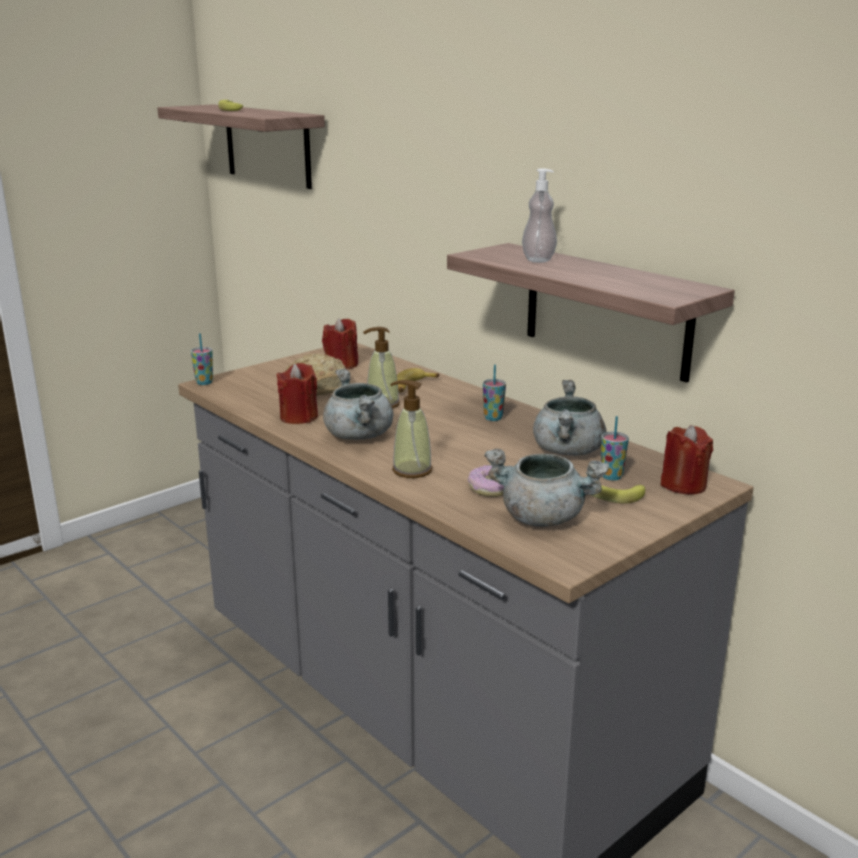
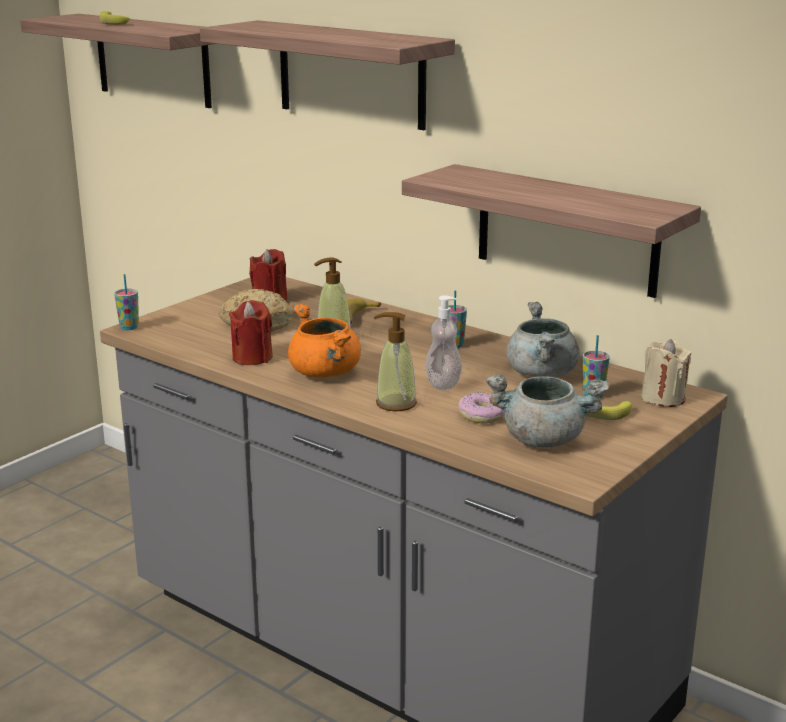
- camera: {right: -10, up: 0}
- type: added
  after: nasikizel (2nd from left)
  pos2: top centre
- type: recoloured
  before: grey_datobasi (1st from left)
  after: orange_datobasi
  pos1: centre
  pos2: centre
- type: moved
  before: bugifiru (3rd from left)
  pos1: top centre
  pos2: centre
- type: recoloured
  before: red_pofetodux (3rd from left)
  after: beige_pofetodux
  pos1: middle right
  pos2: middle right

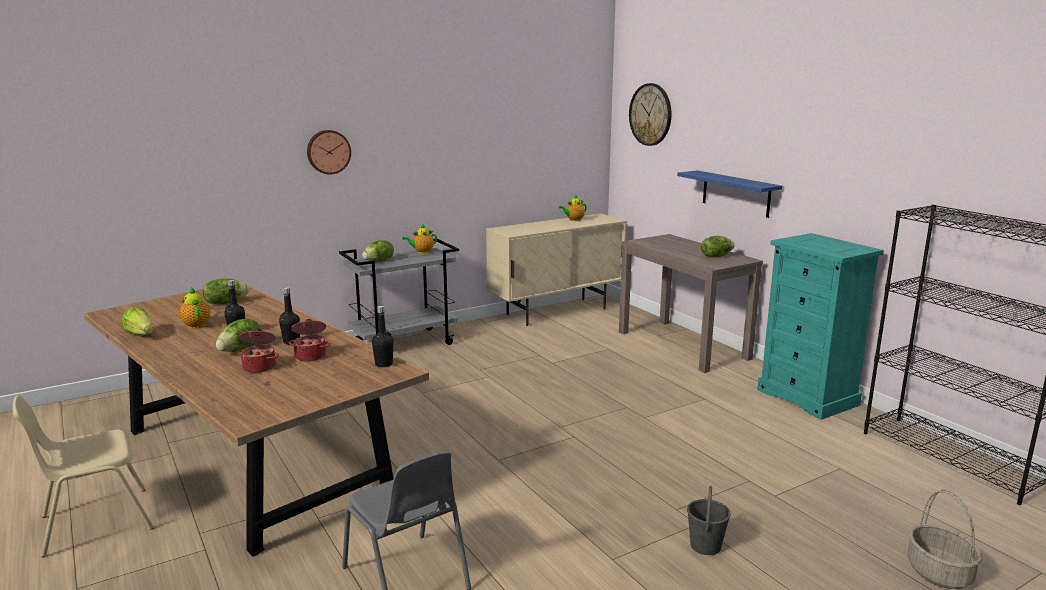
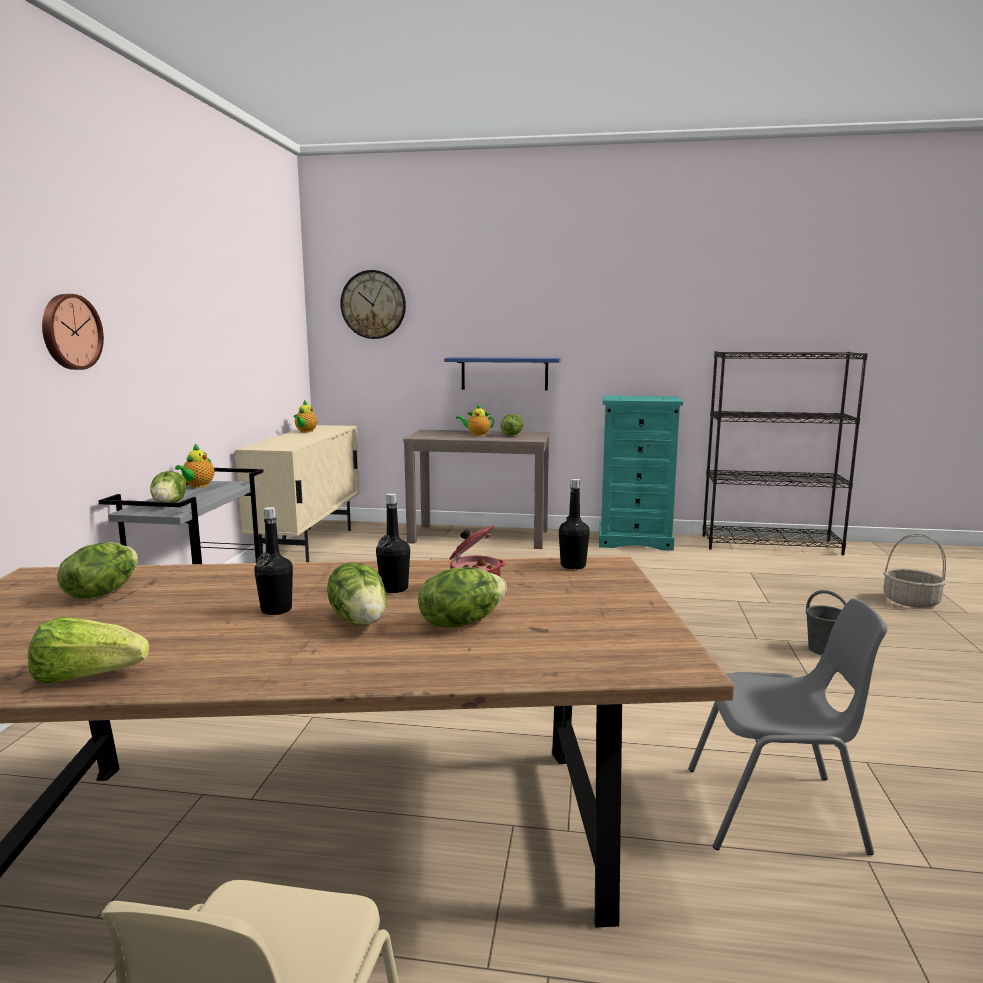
- camera: {right: -50, up: -5}
- type: replaced
  before: datobasi (1st from left)
  after: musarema (5th from left)
  pos1: middle left
  pos2: centre
- type: moved
  before: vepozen (1st from left in the first image)
  after: vepozen (3rd from left)
  pos1: middle left
  pos2: centre

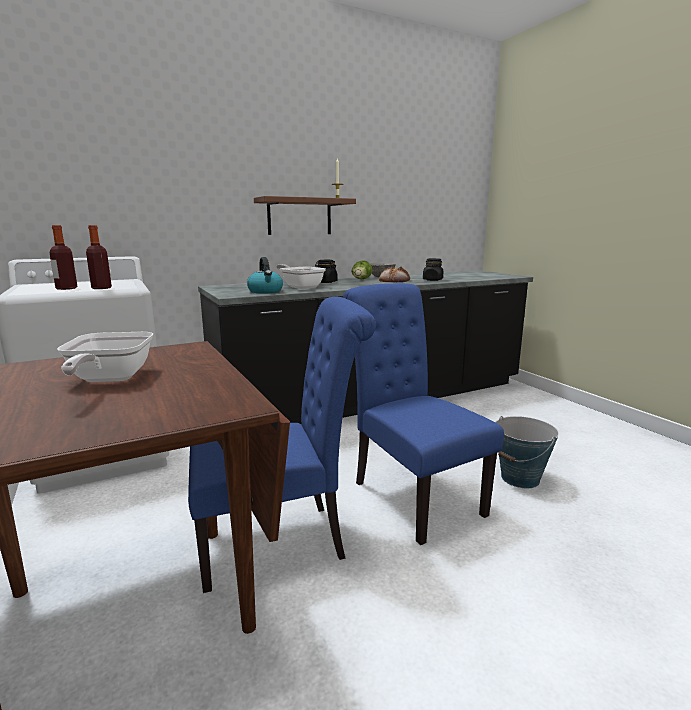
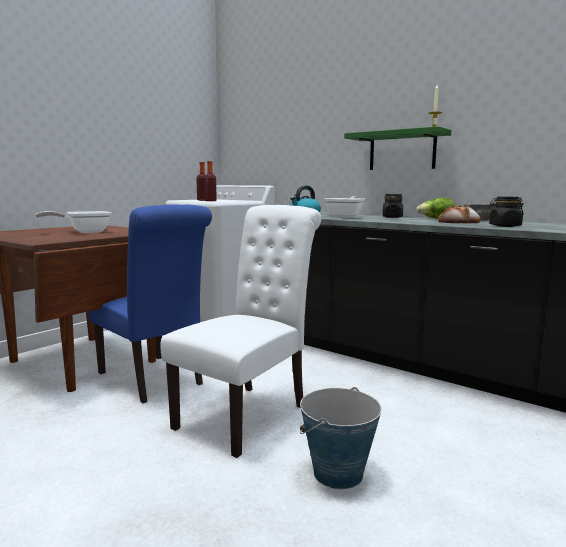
- camera: {right: 65, up: -5}
- type: recoloured
  before: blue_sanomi (2nd from left)
  after: white_sanomi
  pos1: centre
  pos2: centre
- type: recoloured
  before: brown_nasikizel
  after: green_nasikizel
  pos1: top centre
  pos2: top right

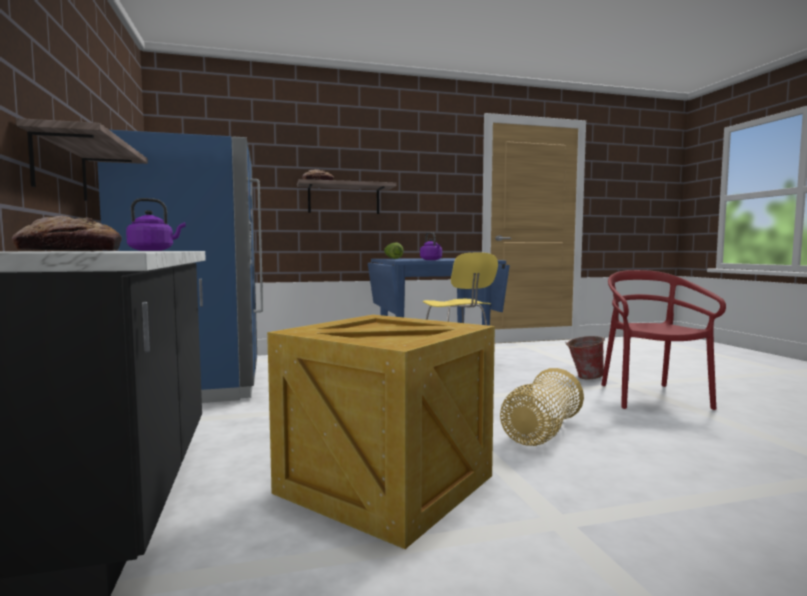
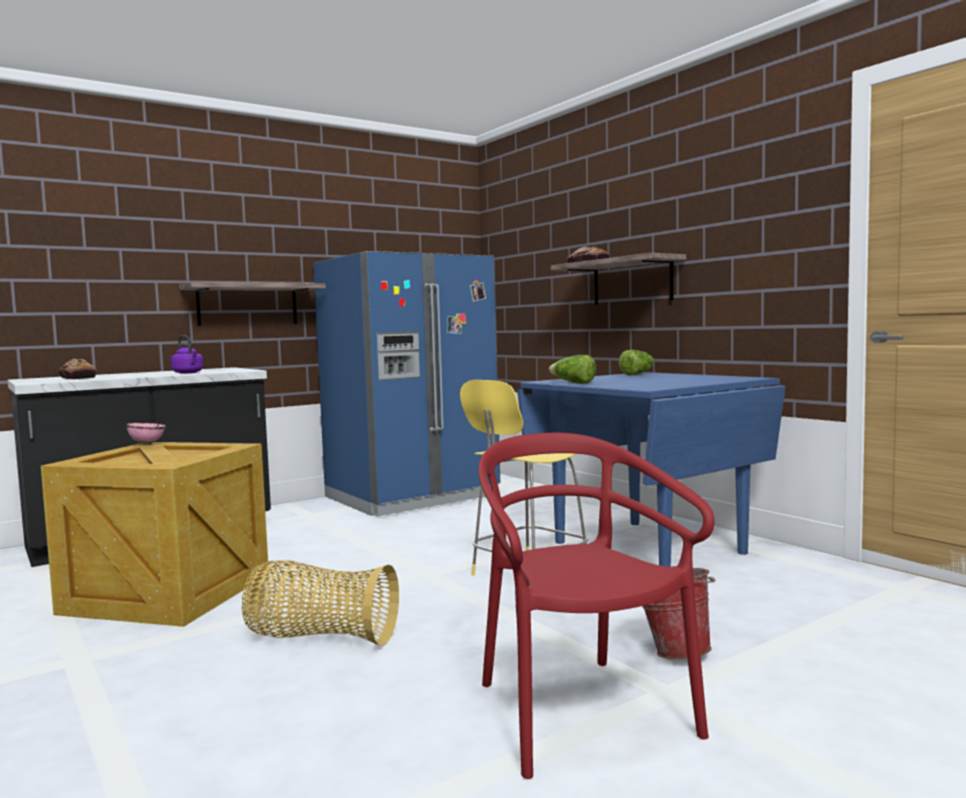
- camera: {right: 70, up: 0}
- type: added
  after: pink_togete
  pos2: middle left
- type: turned
  before: red_sanomi
  pos1: middle right
  pos2: bottom centre
  turn: -90
- type: replaced
  before: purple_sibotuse (2nd from left)
  after: musarema (1st from left)
  pos1: centre
  pos2: centre

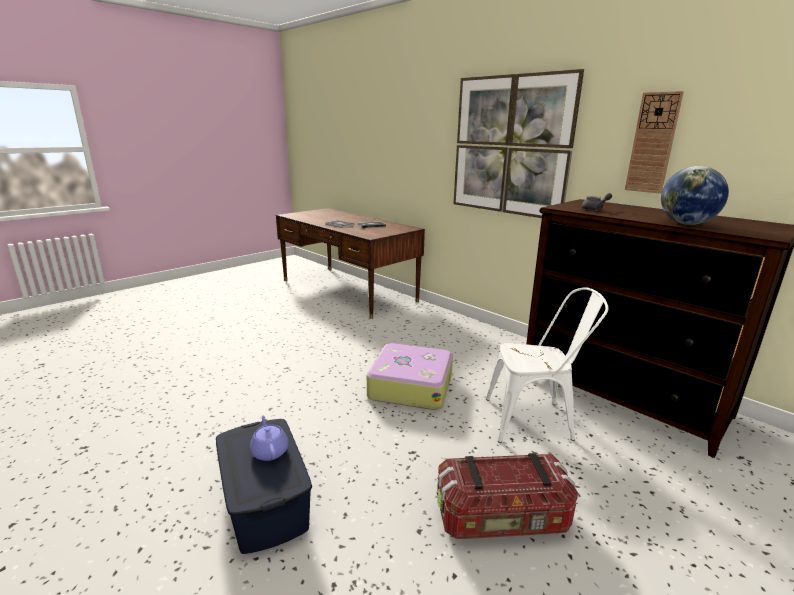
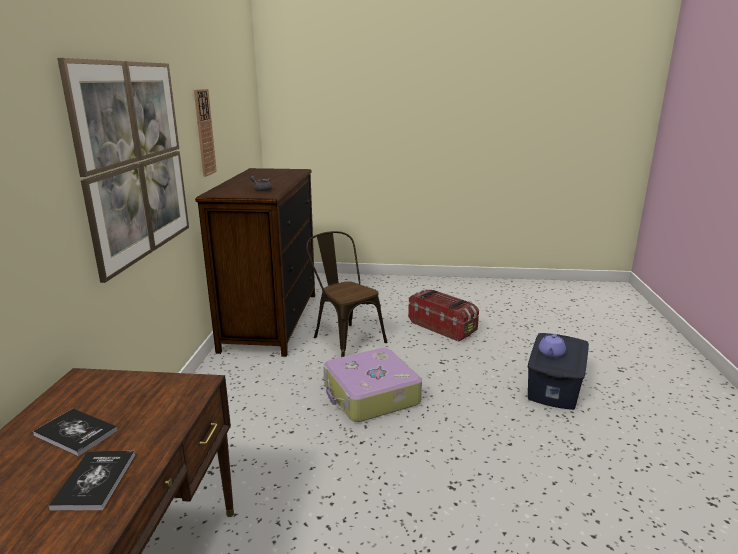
- camera: {right: -130, up: 0}
- type: recoloured
  before: white_sanomi
  after: brown_sanomi
  pos1: middle right
  pos2: centre
- type: removed
  before: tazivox
  pos1: top right

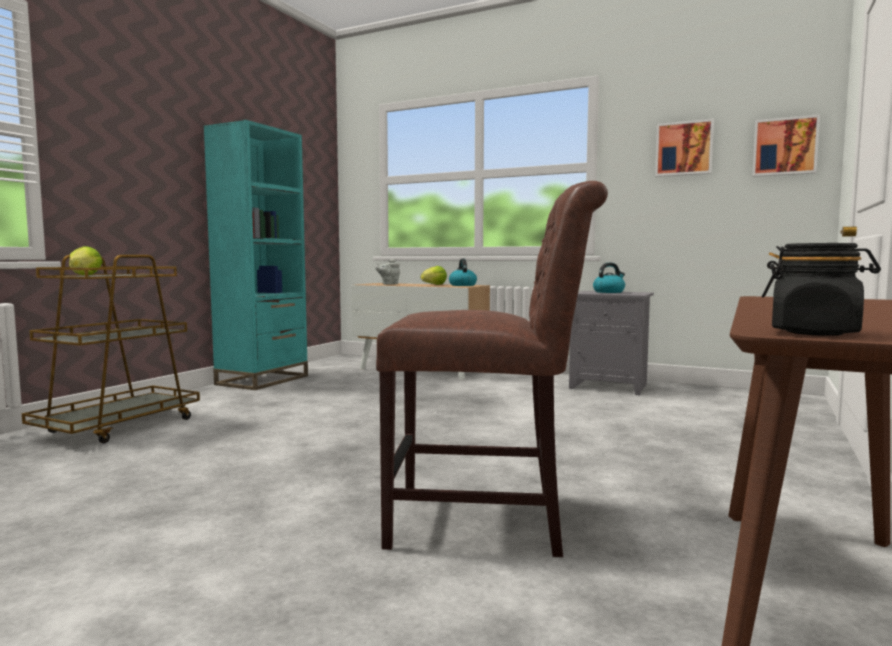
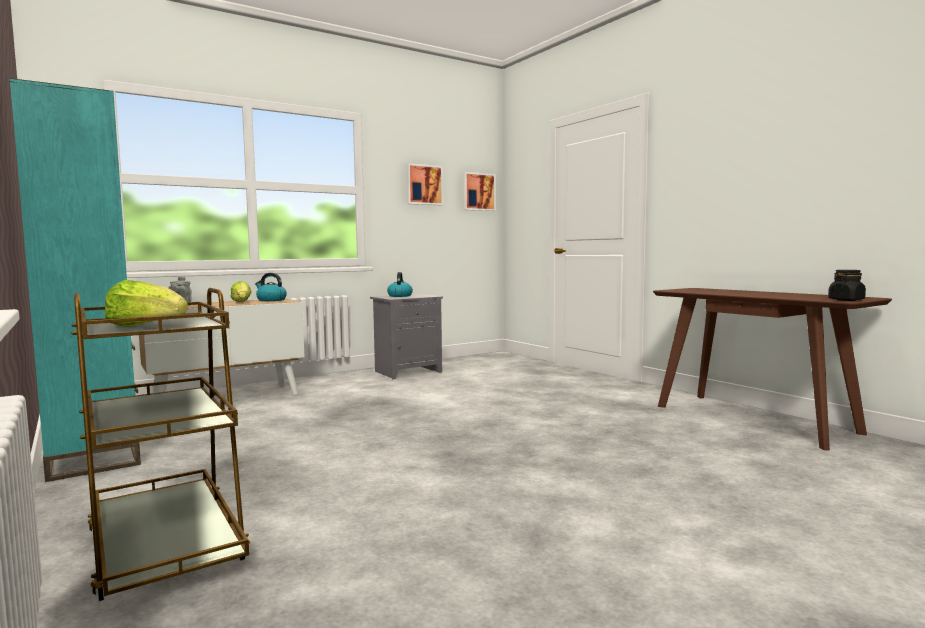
- camera: {right: -60, up: 0}
- type: removed
  before: brown_sanomi
  pos1: centre

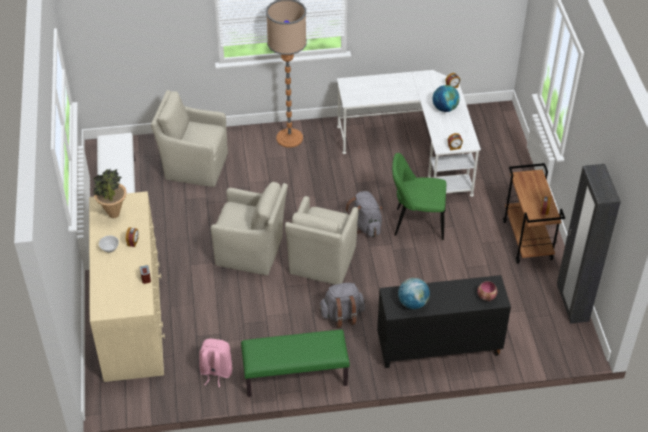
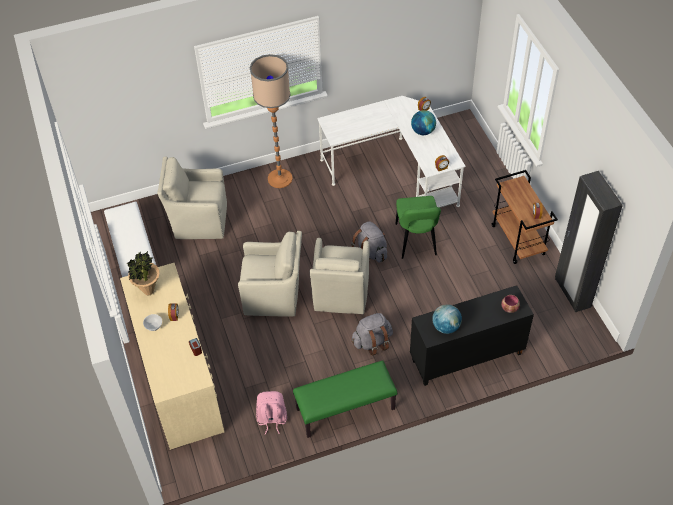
- camera: {right: -10, up: 5}
- type: turned
  before: green_sanomi
  pos1: centre
  pos2: centre
  turn: -90

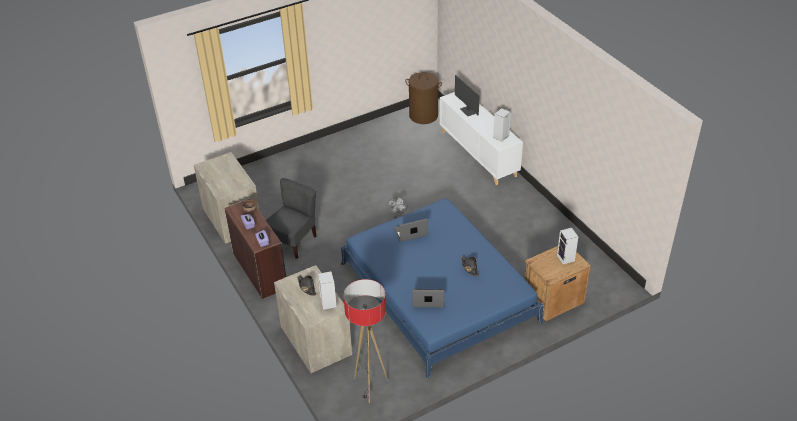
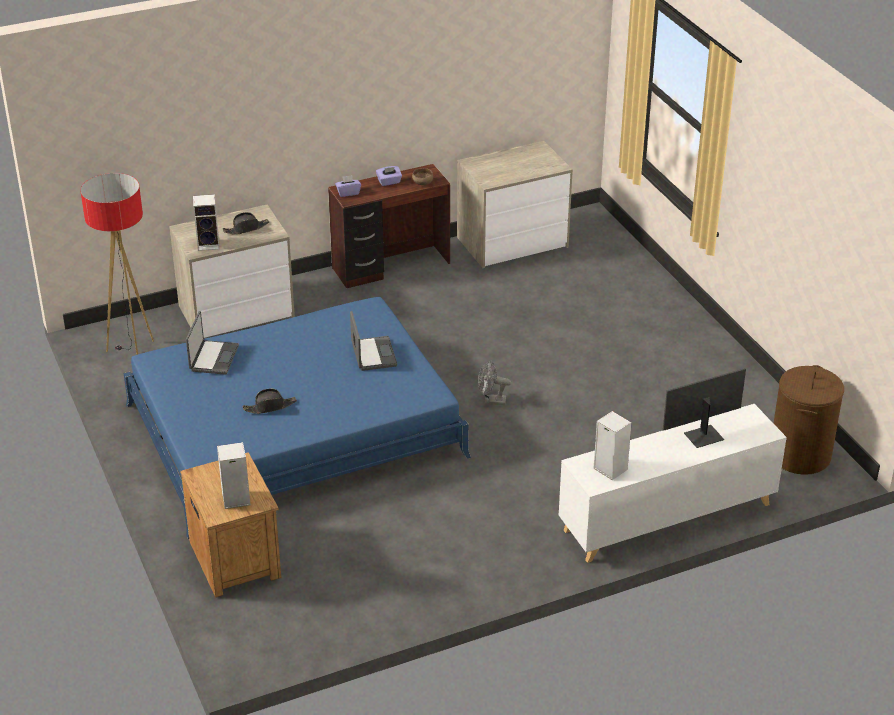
- camera: {right: 95, up: -5}
- type: removed
  before: grey_sanomi
  pos1: centre

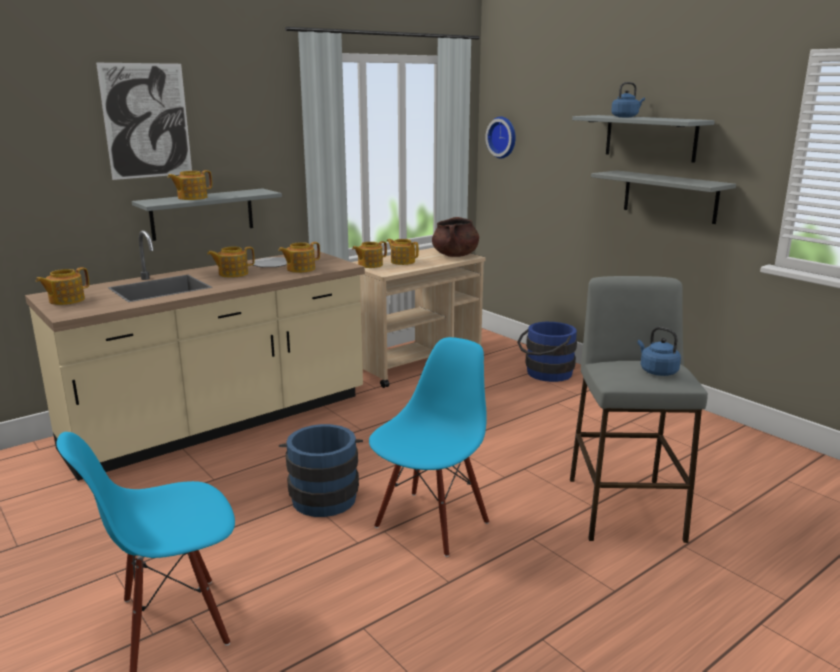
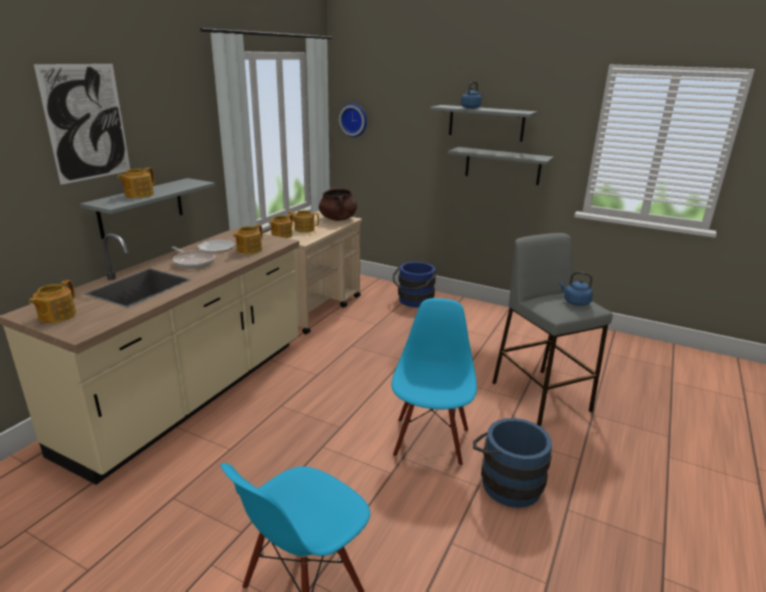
- camera: {right: -25, up: 5}
- type: replaced
  before: vepozen (3rd from left)
  after: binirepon
  pos1: middle left
  pos2: middle left
- type: moved
  before: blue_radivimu (1st from left in the first image)
  after: blue_radivimu (2nd from left)
  pos1: bottom centre
  pos2: bottom right

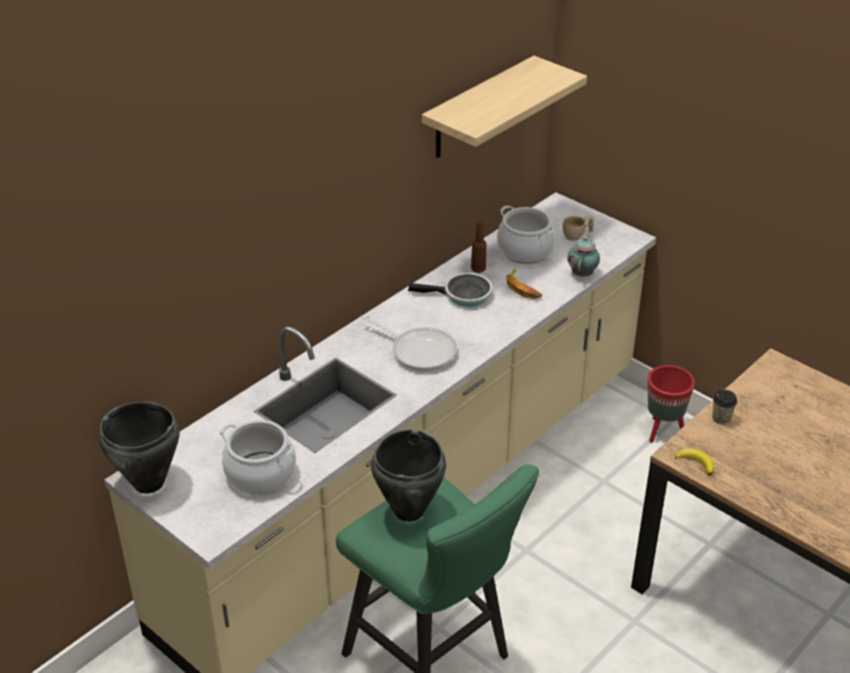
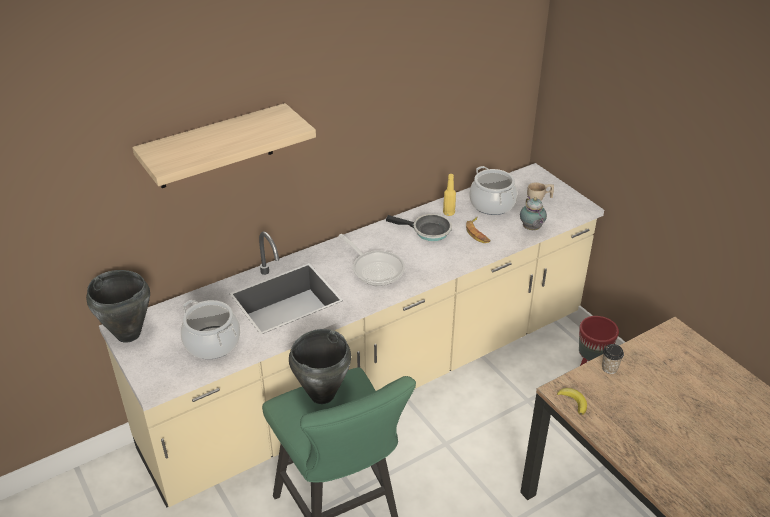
- camera: {right: 15, up: 0}
- type: moved
  before: nasikizel
  pos1: top centre
  pos2: top left
- type: recoloured
  before: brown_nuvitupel
  after: yellow_nuvitupel
  pos1: centre
  pos2: centre
- type: turned
  before: vepozen
  pos1: middle right
  pos2: middle right
  turn: 135

